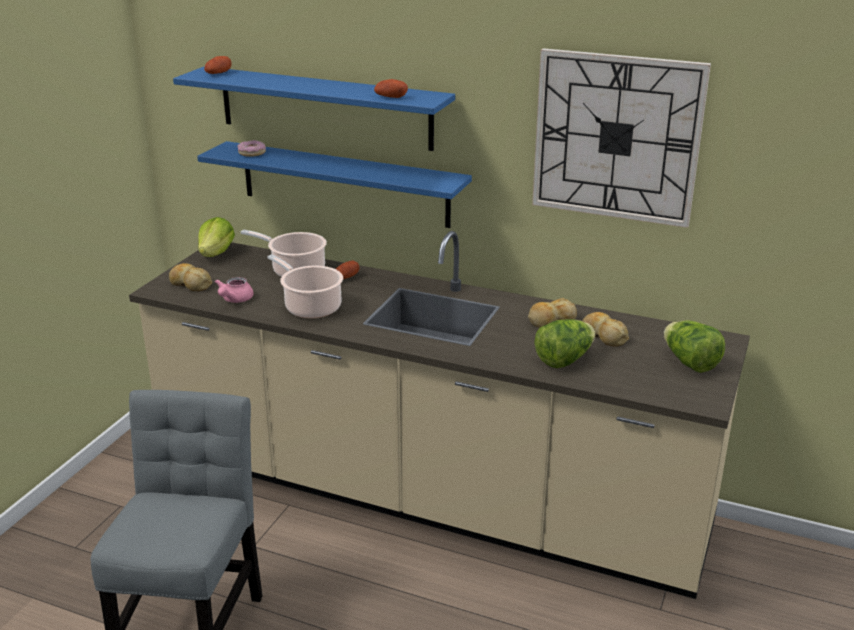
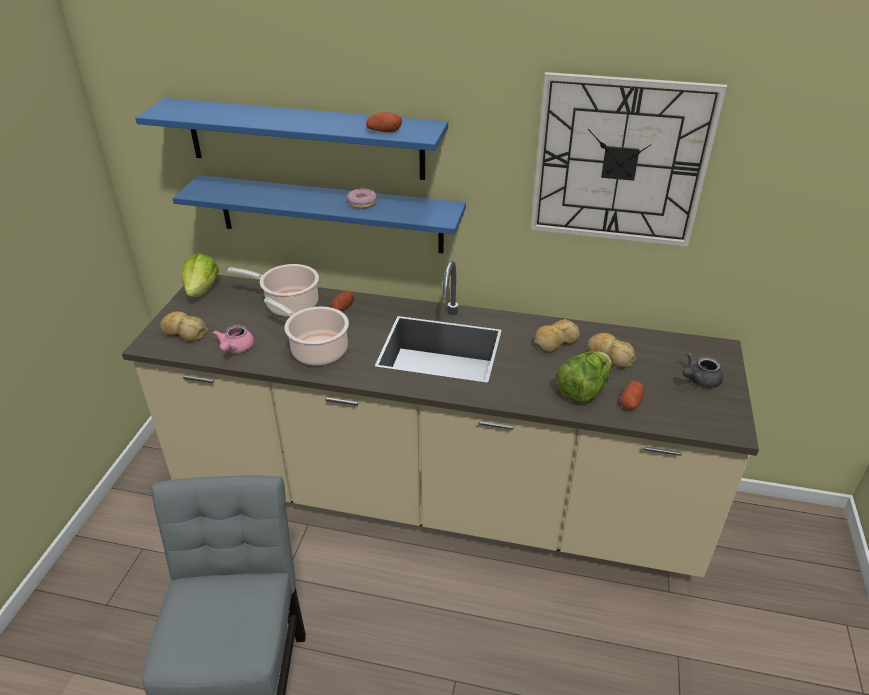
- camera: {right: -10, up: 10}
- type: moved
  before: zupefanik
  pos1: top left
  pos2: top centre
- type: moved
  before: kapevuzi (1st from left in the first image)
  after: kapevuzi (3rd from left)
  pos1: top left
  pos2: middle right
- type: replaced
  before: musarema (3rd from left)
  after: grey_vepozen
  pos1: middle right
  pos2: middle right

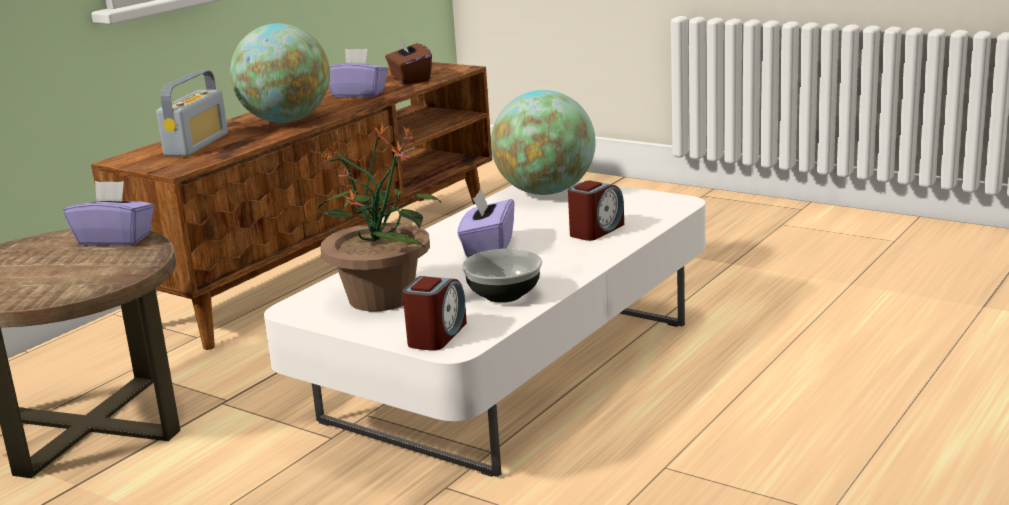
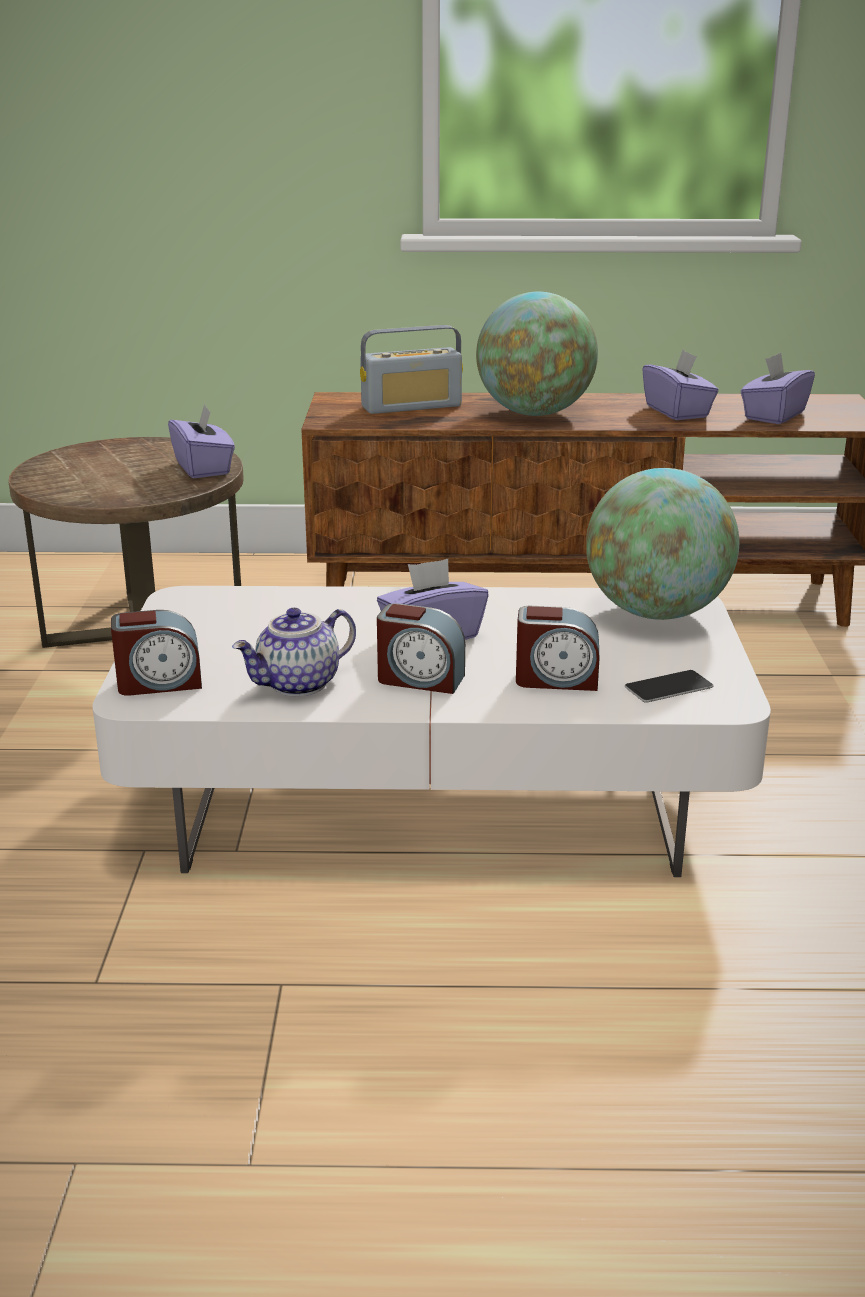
- camera: {right: 55, up: 5}
- type: replaced
  before: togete
  after: vepozen
  pos1: centre
  pos2: centre
- type: added
  after: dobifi (2nd from left)
  pos2: centre
- type: added
  after: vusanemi
  pos2: middle right
- type: recoloured
  before: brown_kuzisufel
  after: purple_kuzisufel (4th from left)
  pos1: top centre
  pos2: top right
- type: removed
  before: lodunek
  pos1: centre

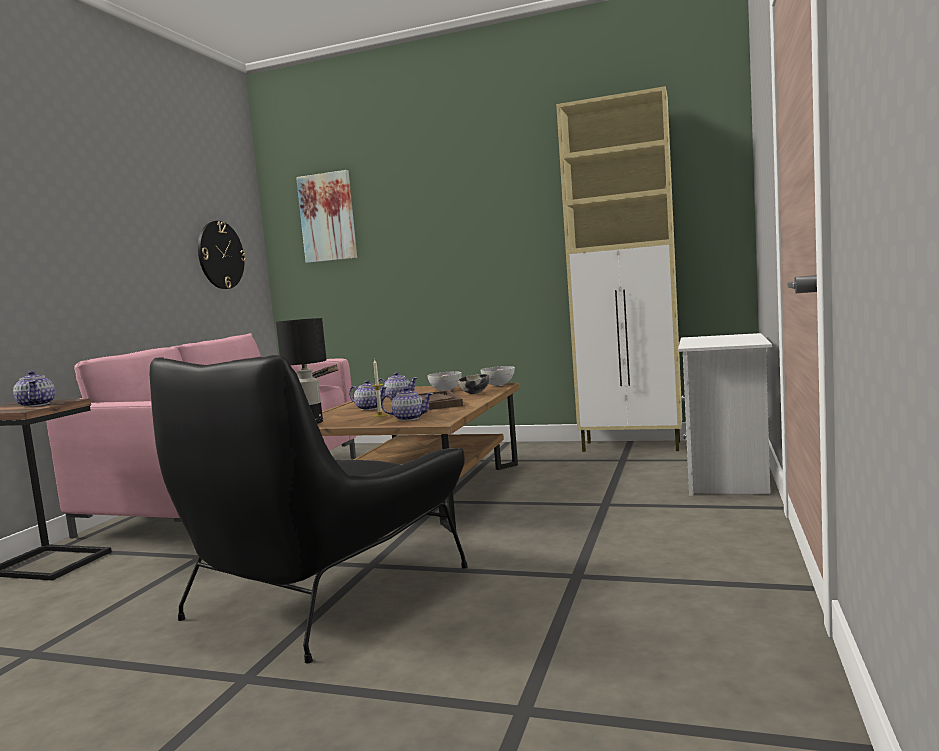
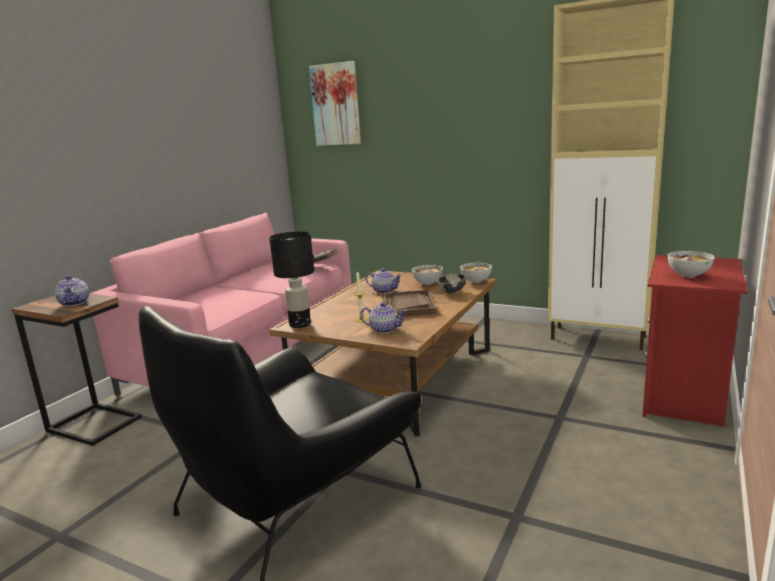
- camera: {right: 10, up: 10}
- type: recoloured
  before: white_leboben
  after: red_leboben
  pos1: middle right
  pos2: middle right
- type: added
  after: togete (4th from left)
  pos2: middle right
- type: removed
  before: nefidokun
  pos1: middle left
- type: removed
  before: vepozen (2nd from left)
  pos1: centre

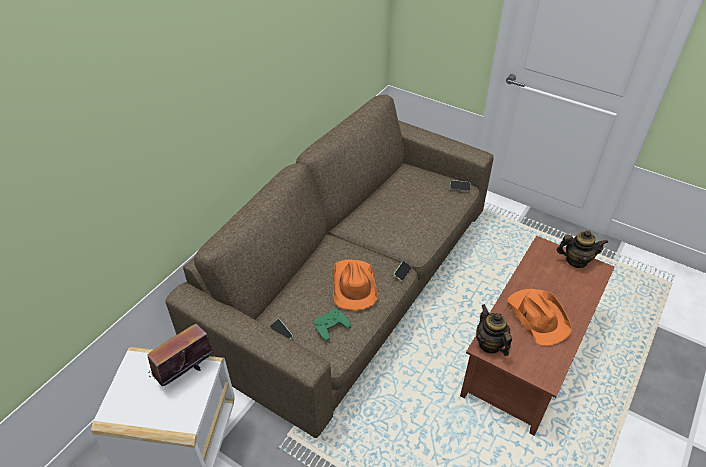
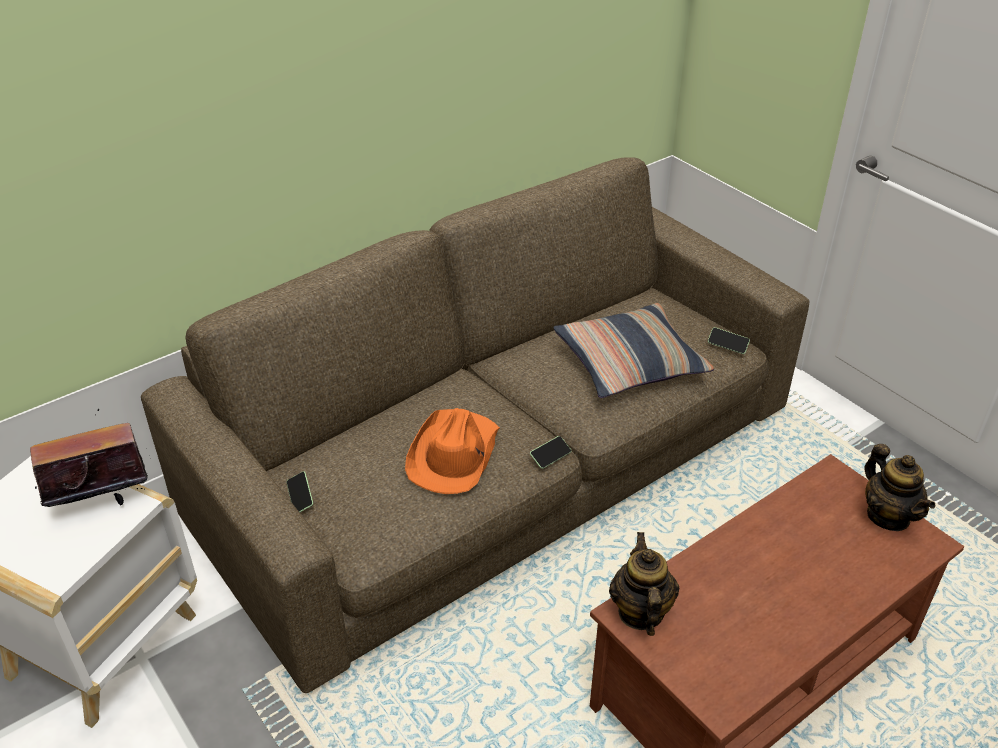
- camera: {right: 20, up: -5}
- type: added
  after: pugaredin
  pos2: centre
- type: turned
  before: vepozen (2nd from left)
  pos1: middle right
  pos2: middle right
  turn: 45
- type: removed
  before: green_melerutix
  pos1: bottom centre
- type: removed
  before: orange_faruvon (2nd from left)
  pos1: bottom right

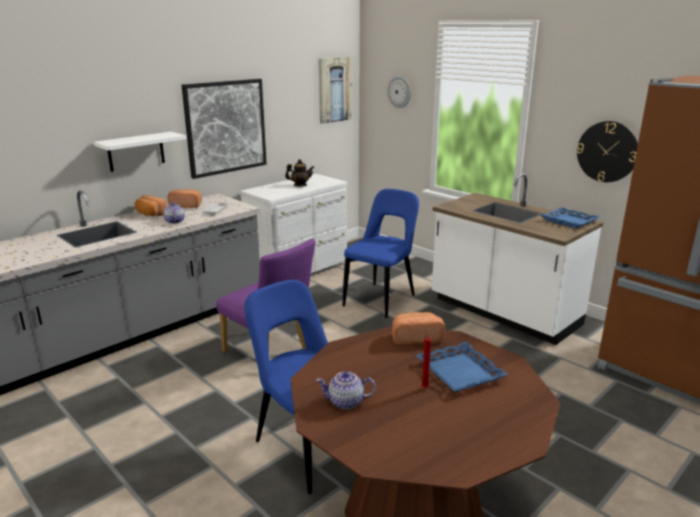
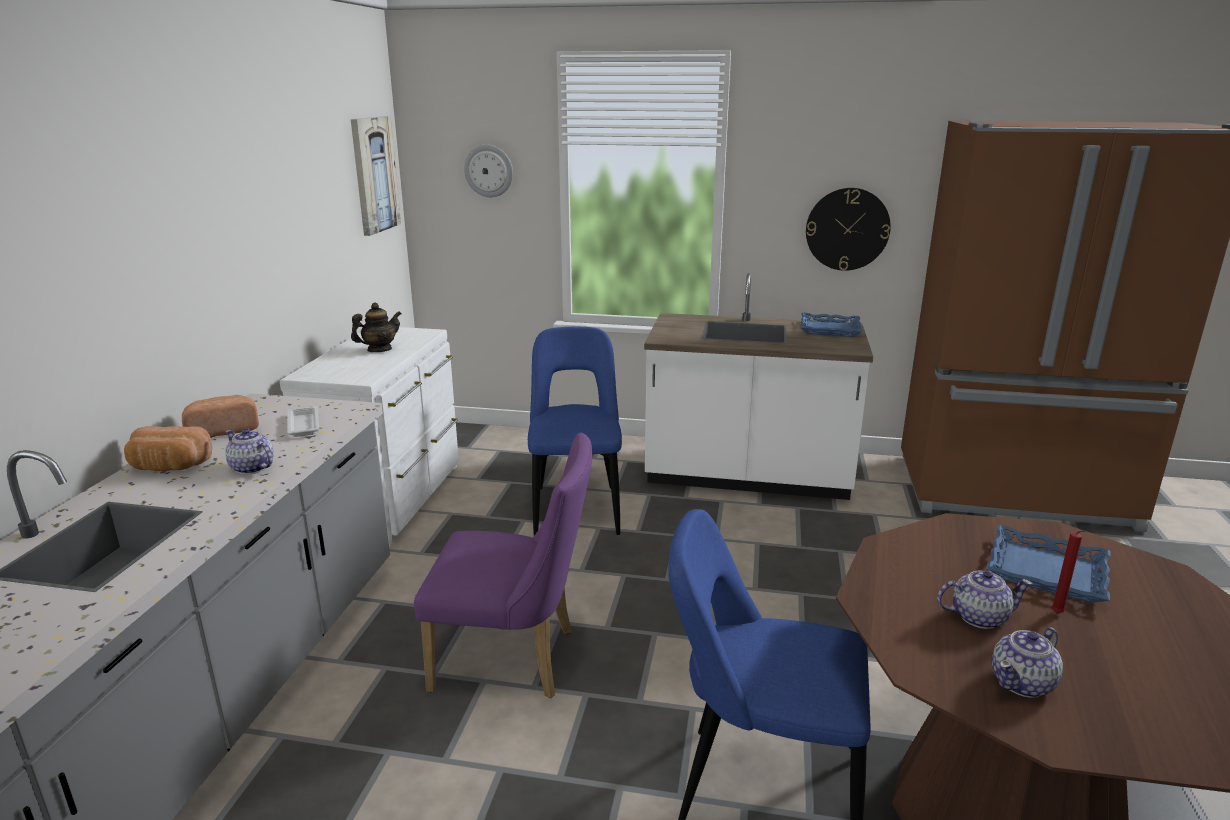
- camera: {right: -35, up: 0}
- type: added
  after: vepozen (3rd from left)
  pos2: bottom right
- type: removed
  before: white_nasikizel
  pos1: top left
- type: removed
  before: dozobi (1st from left)
  pos1: top left
- type: removed
  before: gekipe (3rd from left)
  pos1: centre

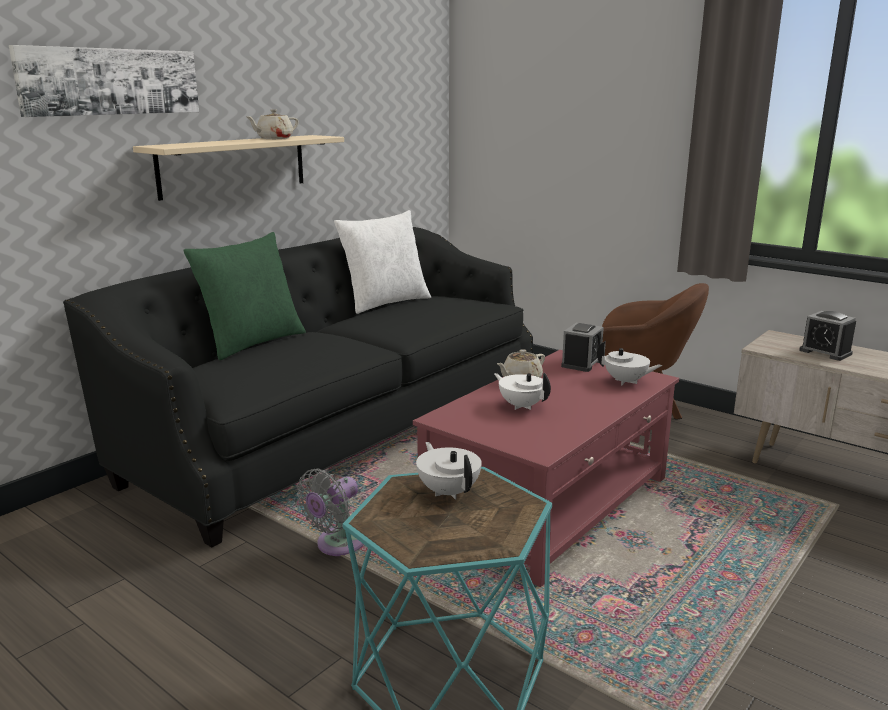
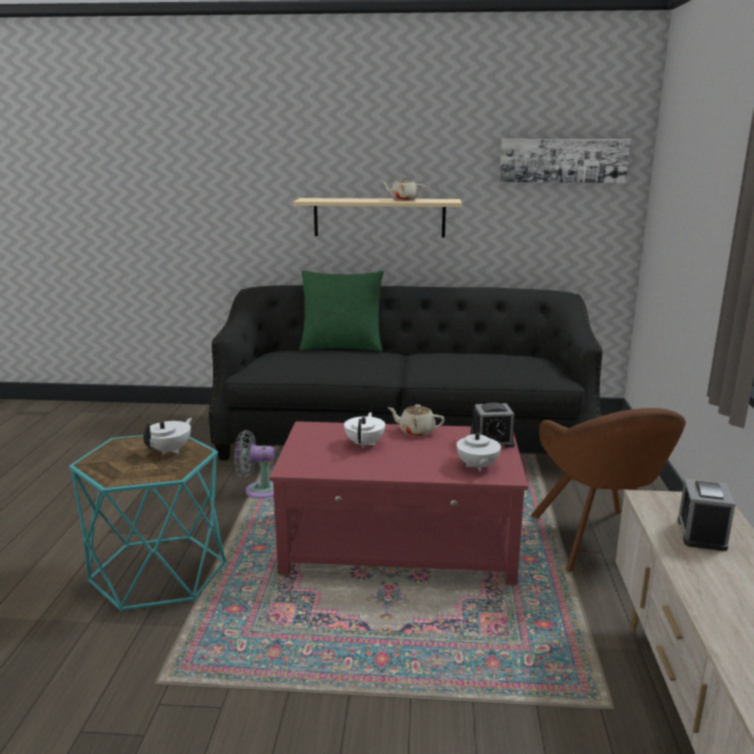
- camera: {right: 55, up: 0}
- type: moved
  before: dozobi
  pos1: top left
  pos2: top right
- type: removed
  before: white_pugaredin
  pos1: centre

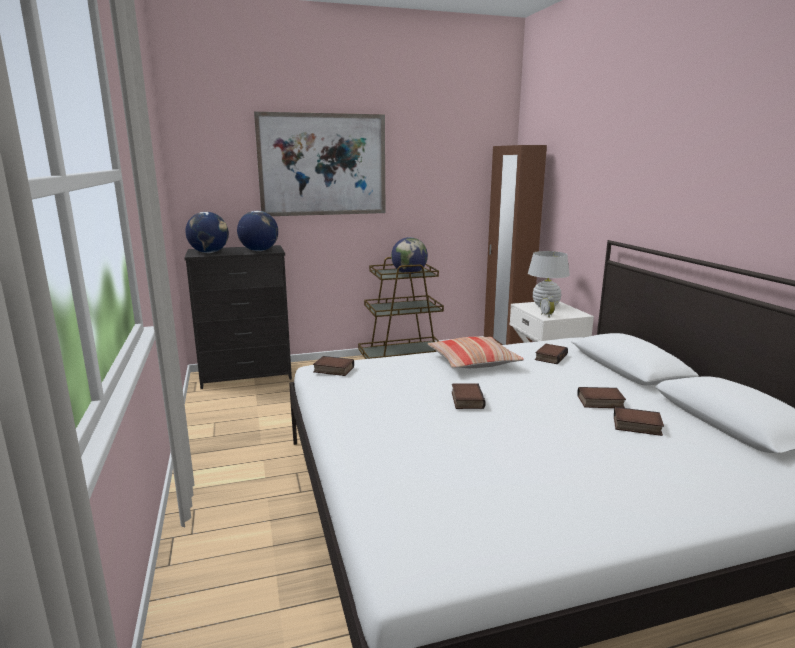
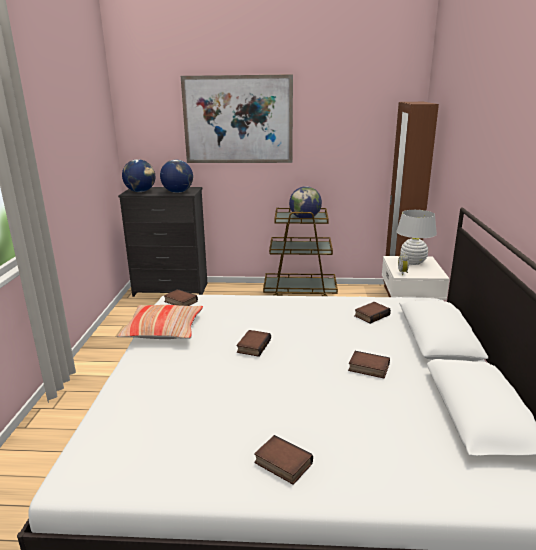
- camera: {right: 20, up: 5}
- type: moved
  before: pugaredin
  pos1: centre
  pos2: middle left
- type: moved
  before: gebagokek (5th from left in the first image)
  after: gebagokek (3rd from left)
  pos1: middle right
  pos2: bottom centre

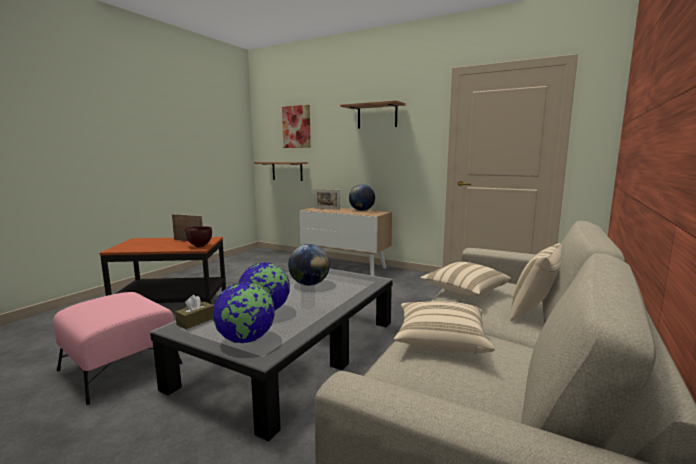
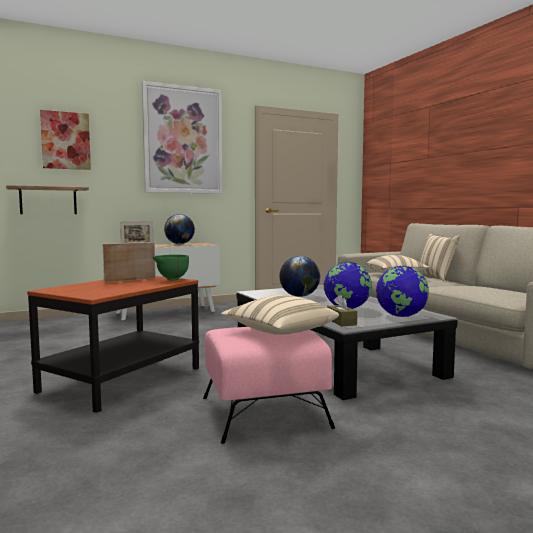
- camera: {right: -55, up: -5}
- type: replaced
  before: nasikizel (2nd from left)
  after: dozobi (2nd from left)
  pos1: top centre
  pos2: top centre
- type: recoloured
  before: brown_togete
  after: green_togete
  pos1: middle left
  pos2: middle left
- type: moved
  before: beige_pugaredin (1st from left)
  pos1: bottom centre
  pos2: centre

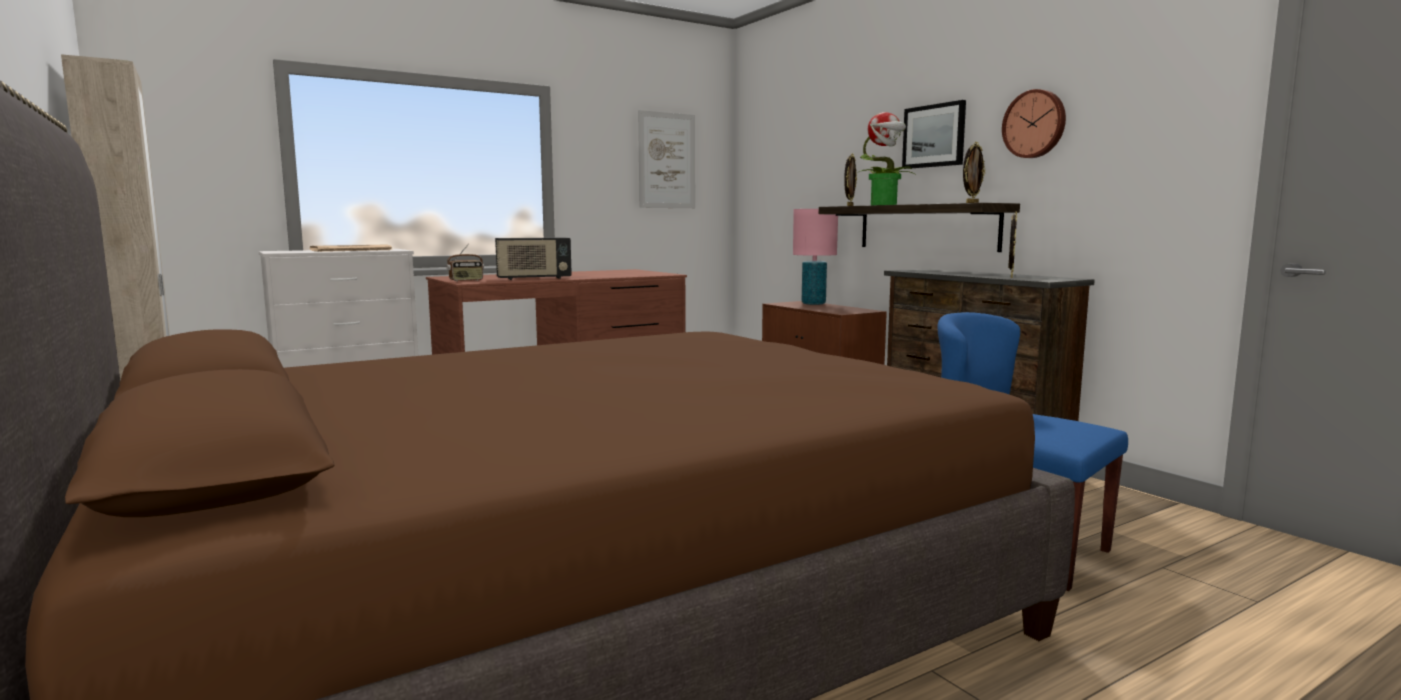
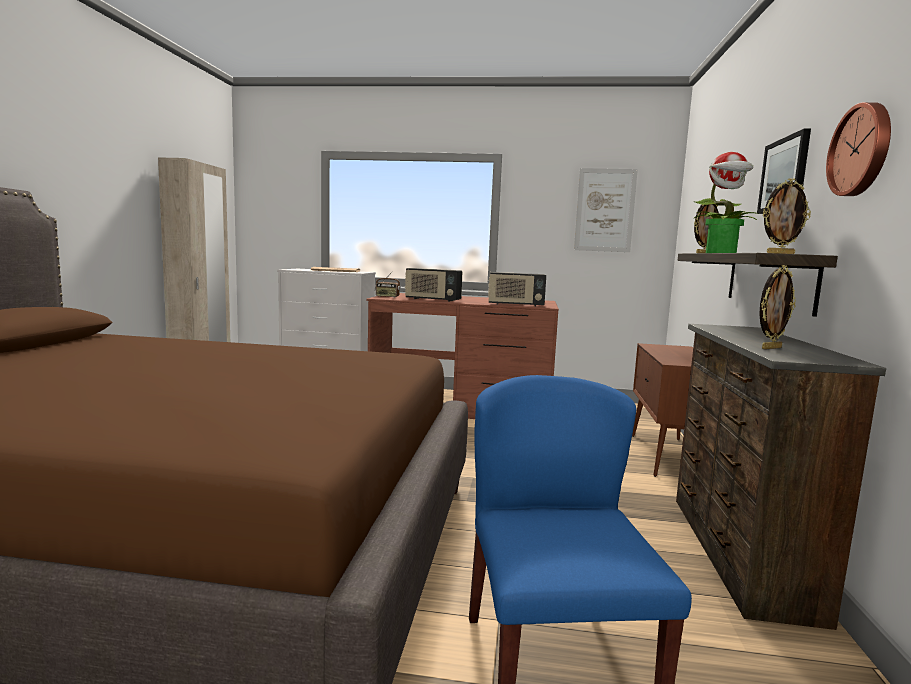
- camera: {right: 40, up: 0}
- type: added
  after: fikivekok (3rd from left)
  pos2: centre
- type: removed
  before: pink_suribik
  pos1: centre

